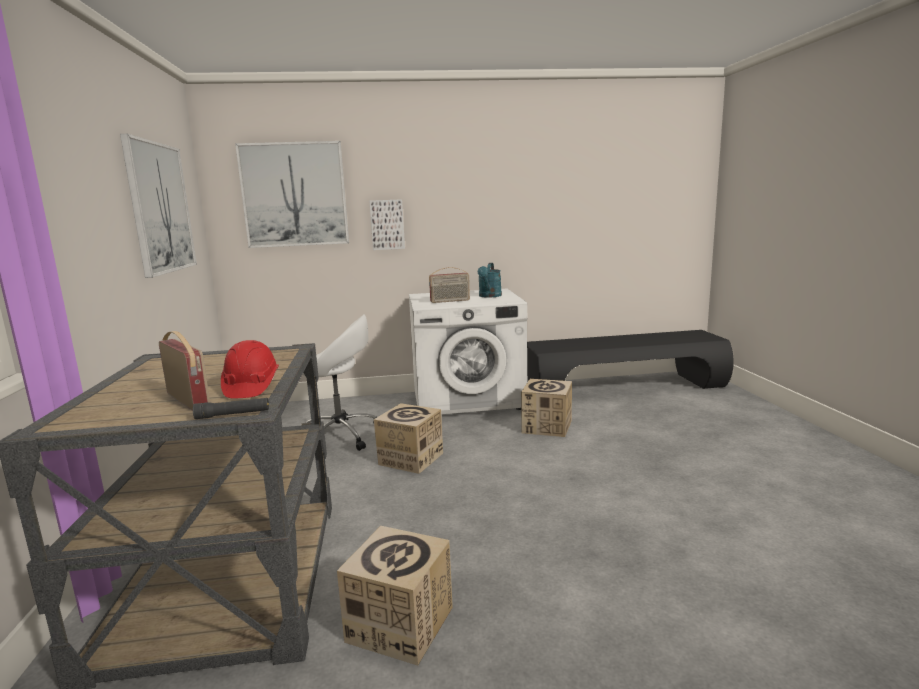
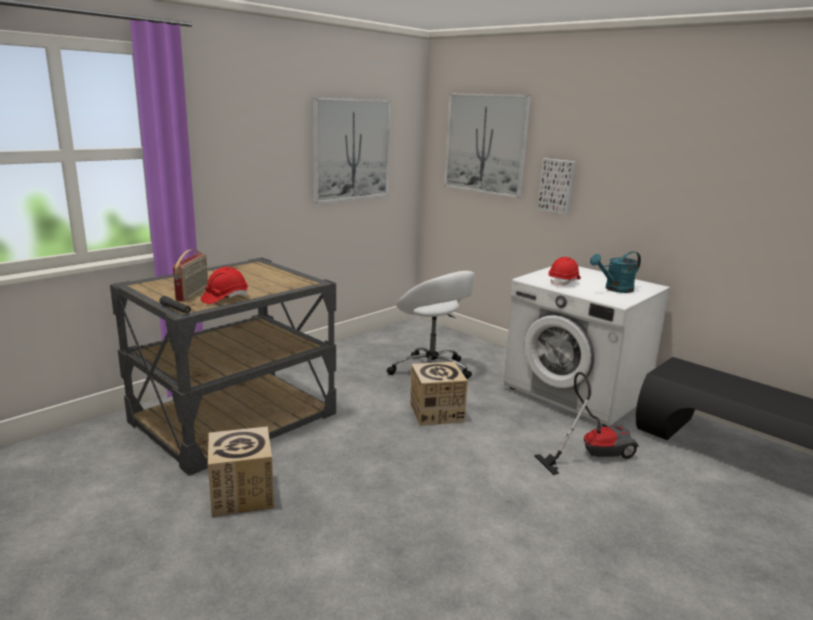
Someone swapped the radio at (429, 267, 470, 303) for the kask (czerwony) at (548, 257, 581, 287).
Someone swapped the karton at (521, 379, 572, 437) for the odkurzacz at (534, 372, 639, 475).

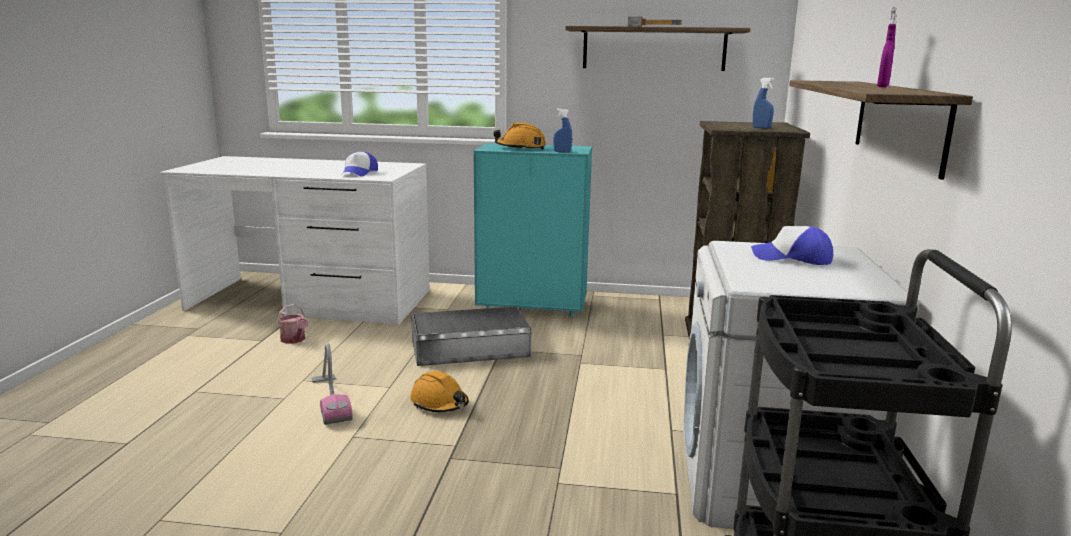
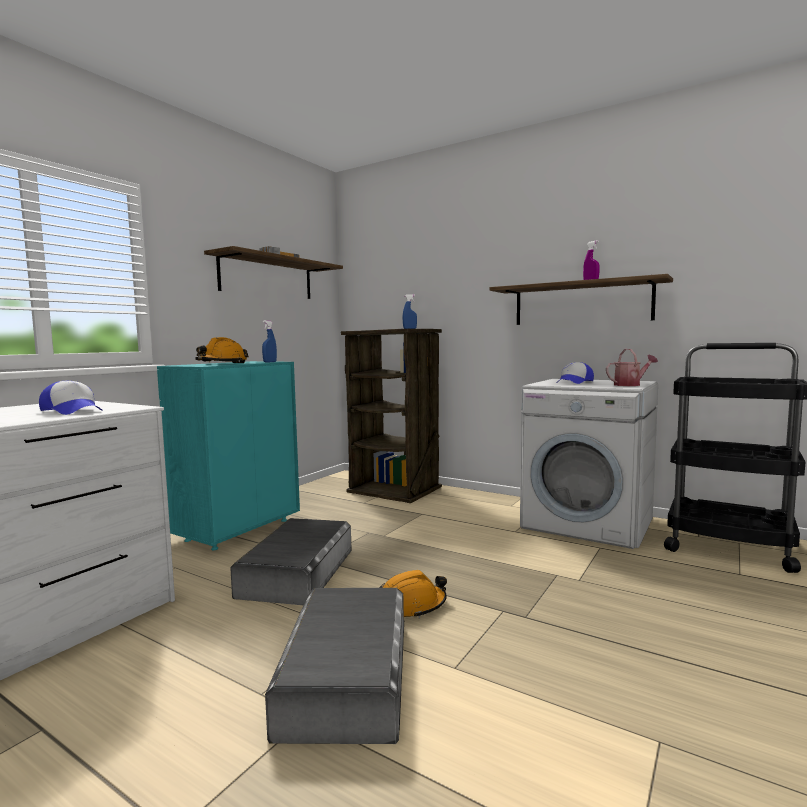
Someone carried the konewka from (277, 304, 308, 344) to (606, 349, 658, 386).
Someone swapped the odkurzacz at (311, 343, 353, 425) for the pojemnik do przechowywania (szary) at (265, 588, 404, 744).

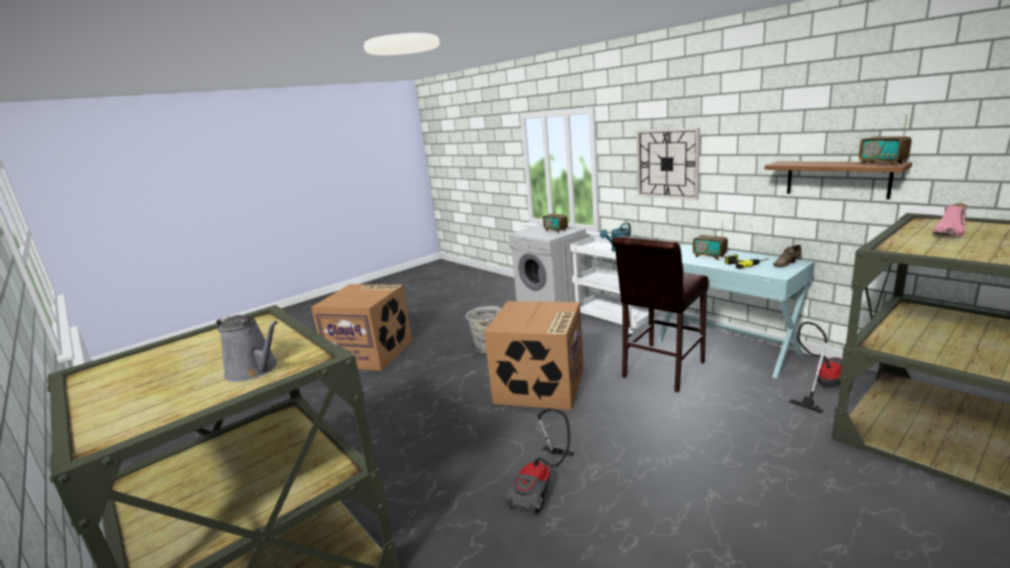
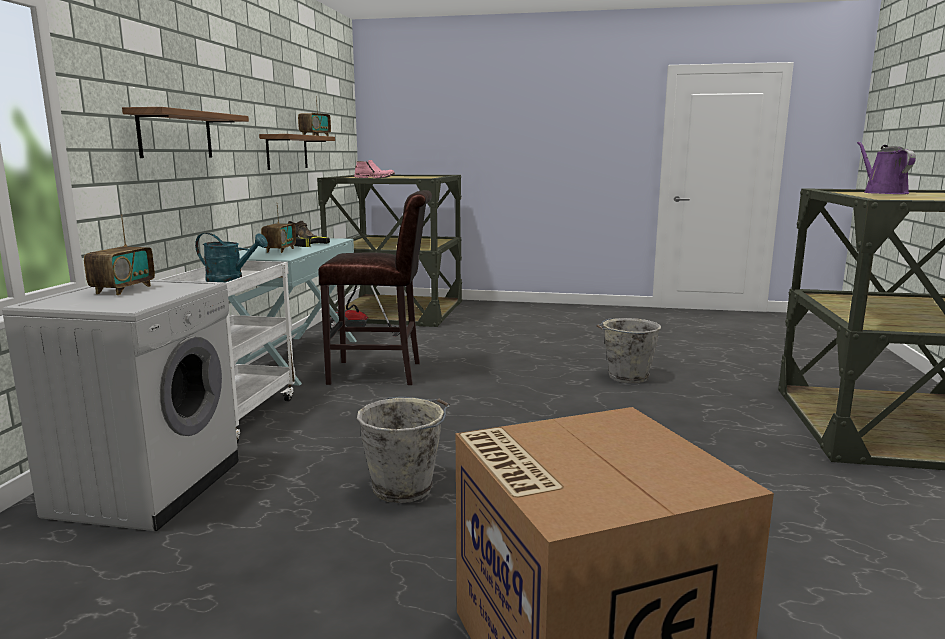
Someone swapped the zegar ścienny at (637, 128, 700, 200) for the półka at (122, 107, 249, 158).
Someone took away the karton at (484, 301, 584, 410).
Someone repainted the konewka (szary) at (216, 315, 278, 382), which became the konewka (fioletowy) at (857, 141, 916, 194).
Someone swapped the odkurzacz at (505, 408, 574, 515) for the wiadro (szary) at (597, 318, 661, 383).

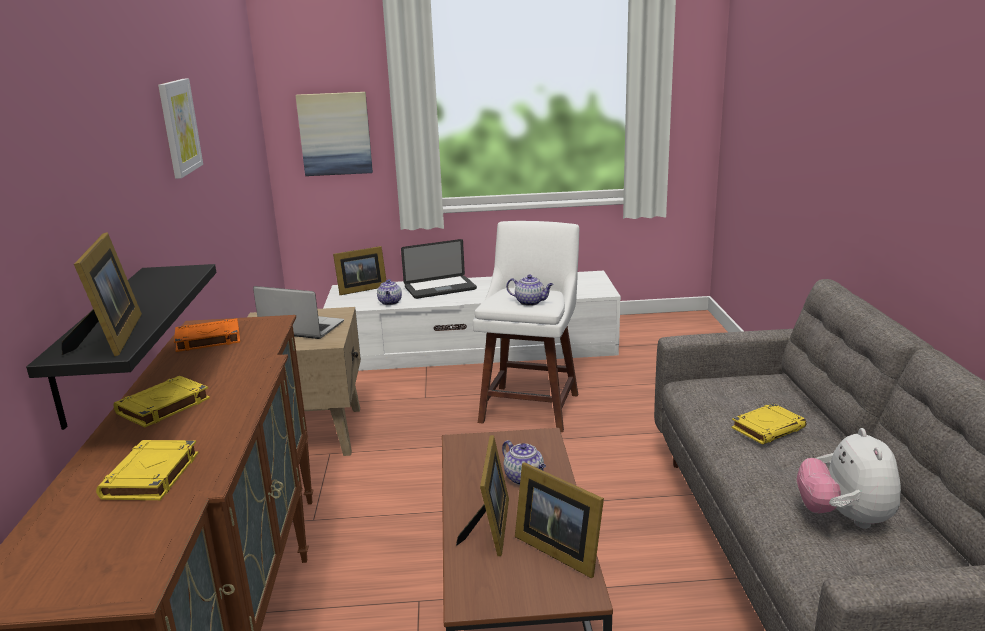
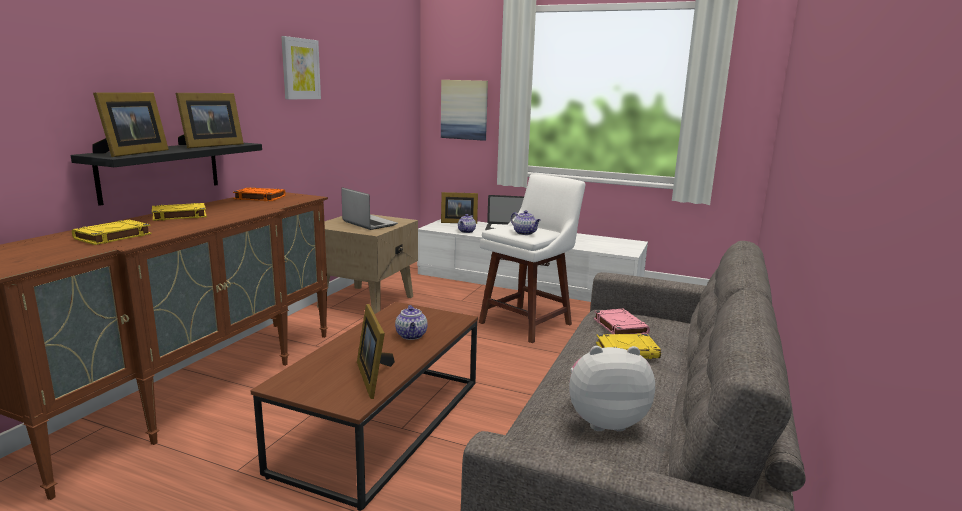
Someone rotated the pluszak at (797, 428, 901, 529) by 60 degrees clockwise.
Someone carried the ramka na zdjęcie from (456, 435, 509, 556) to (176, 93, 244, 148).
Someone put down the książka (różowy) at (594, 309, 650, 334).

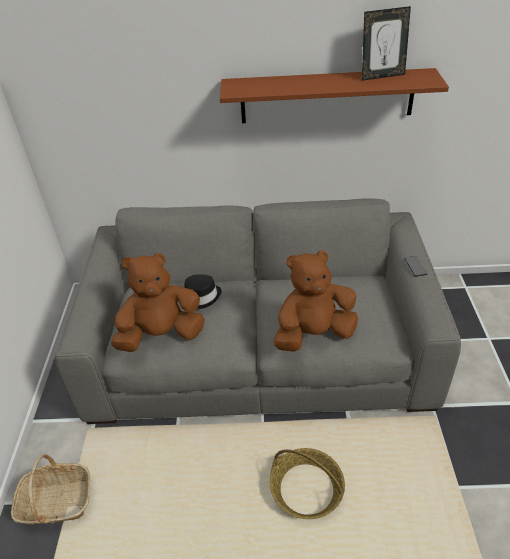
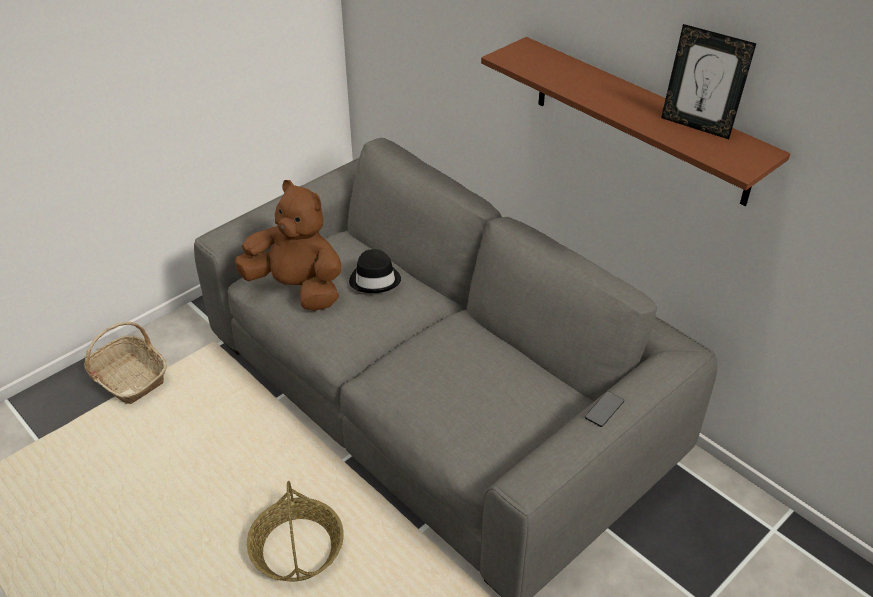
Someone took away the pluszak (brązowy) at (273, 250, 358, 352).

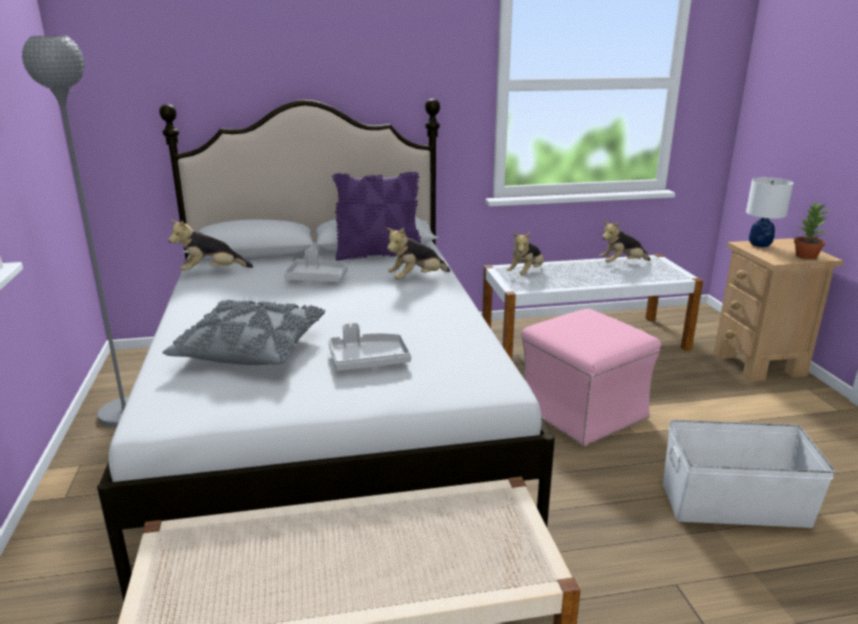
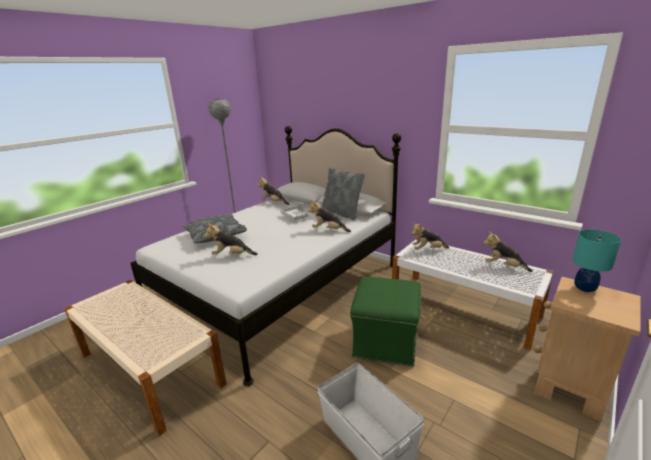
Someone repainted the poduszka (fioletowy) at (332, 171, 421, 261), which became the poduszka (szary) at (322, 168, 365, 221).
Someone repainted the lampa stołowa (biały) at (746, 177, 793, 247), which became the lampa stołowa (turkusowy) at (572, 229, 621, 292).
Someone took away the roślina doniczkowa at (794, 202, 830, 259).
Someone repainted the pufa (różowy) at (521, 309, 661, 446), which became the pufa (zielony) at (350, 277, 421, 367).
Someone swapped the taca (szary) at (329, 322, 411, 371) for the pluszak at (204, 223, 258, 255).

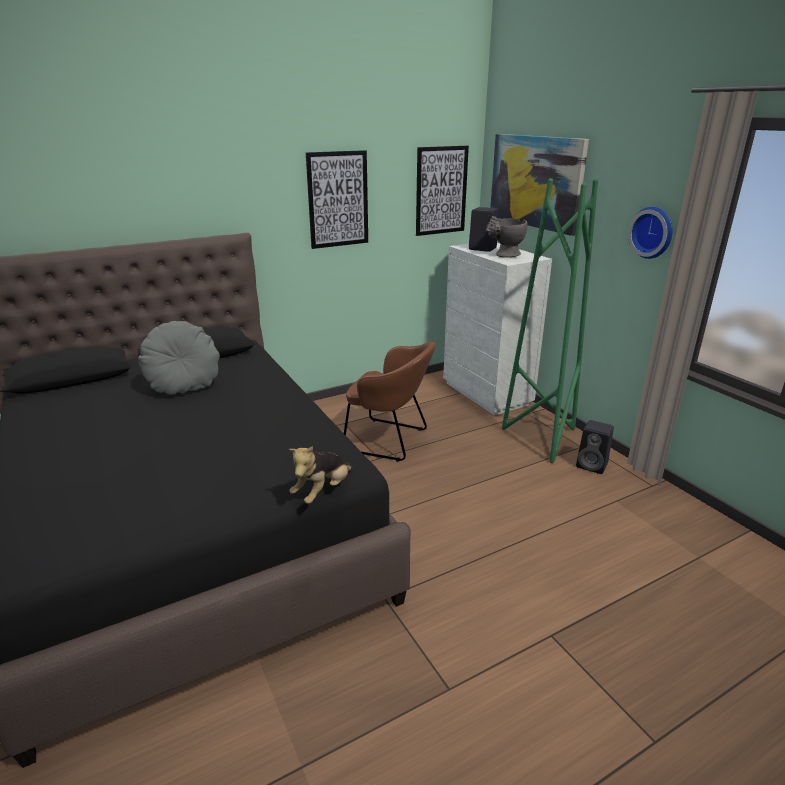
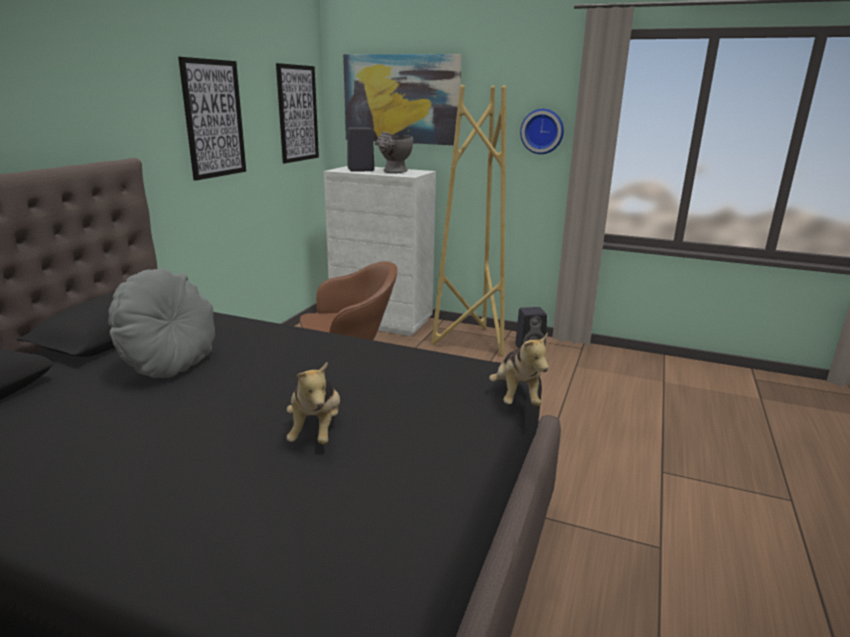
Someone repainted the wieszak (zielony) at (502, 178, 598, 463), which became the wieszak (żółty) at (432, 85, 506, 357).
Someone put down the pluszak at (287, 362, 340, 444).

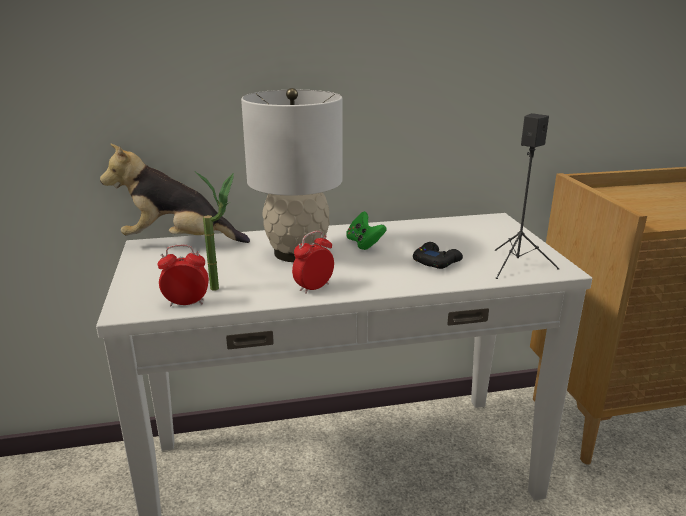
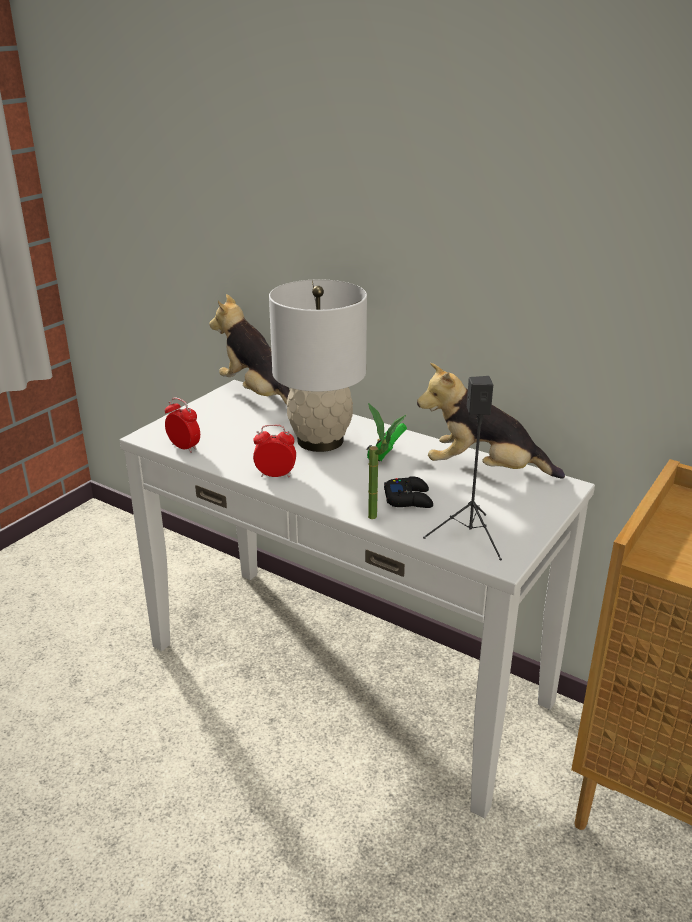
Someone carried the roślina doniczkowa from (196, 172, 234, 291) to (368, 403, 406, 519).
Someone put down the pluszak at (417, 363, 565, 479).

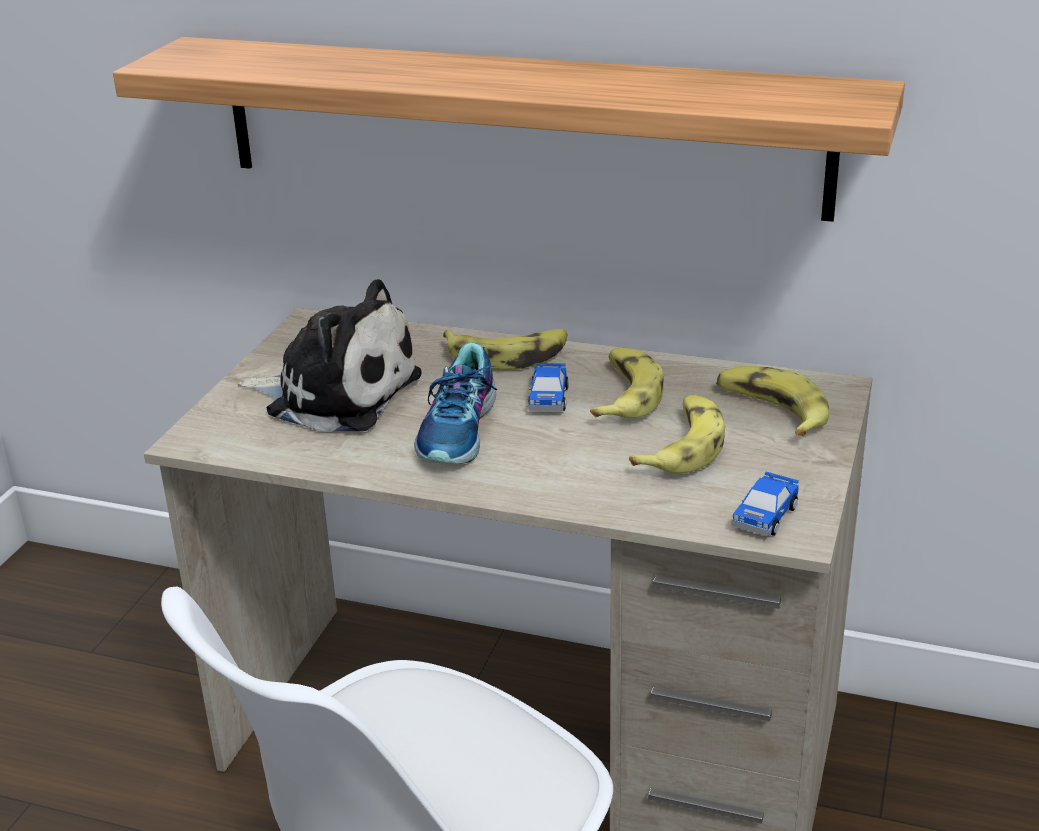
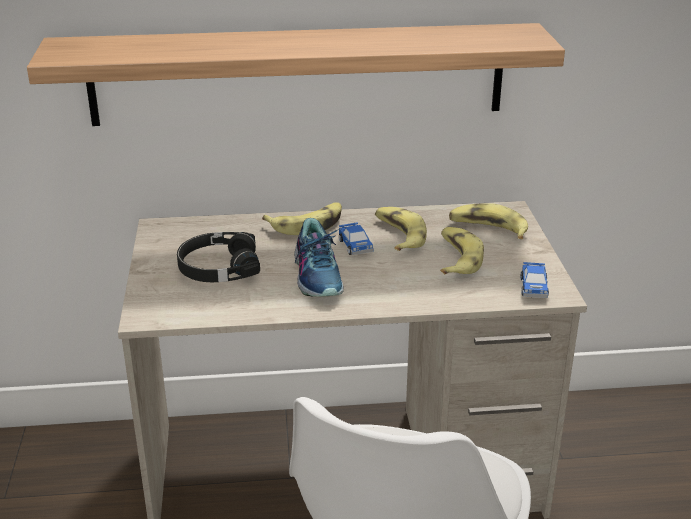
Someone swapped the pluszak at (238, 279, 422, 432) for the słuchawki (czarny) at (177, 232, 260, 282).

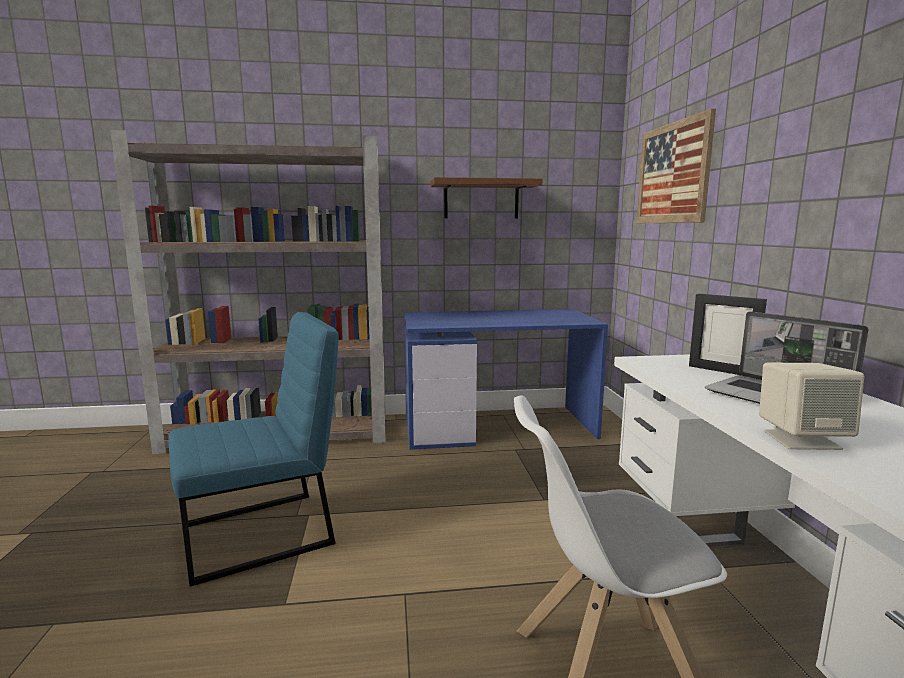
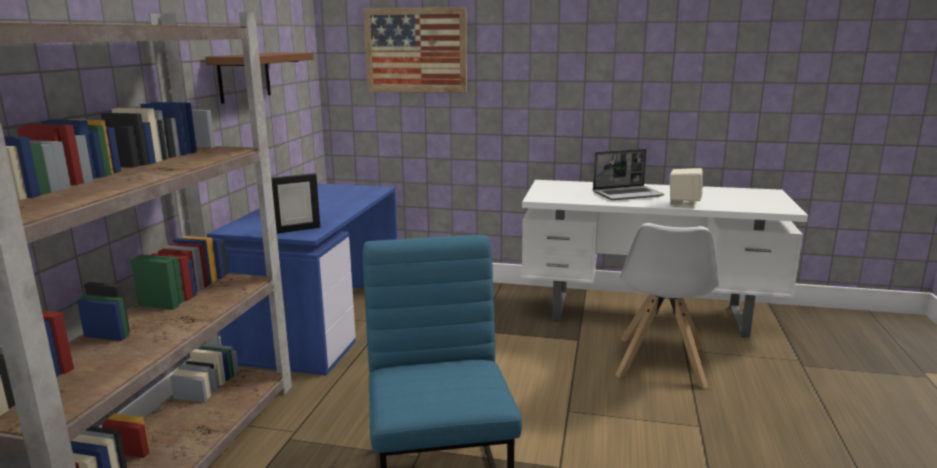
Someone carried the ramka na zdjęcie from (689, 294, 767, 375) to (271, 173, 320, 234).

